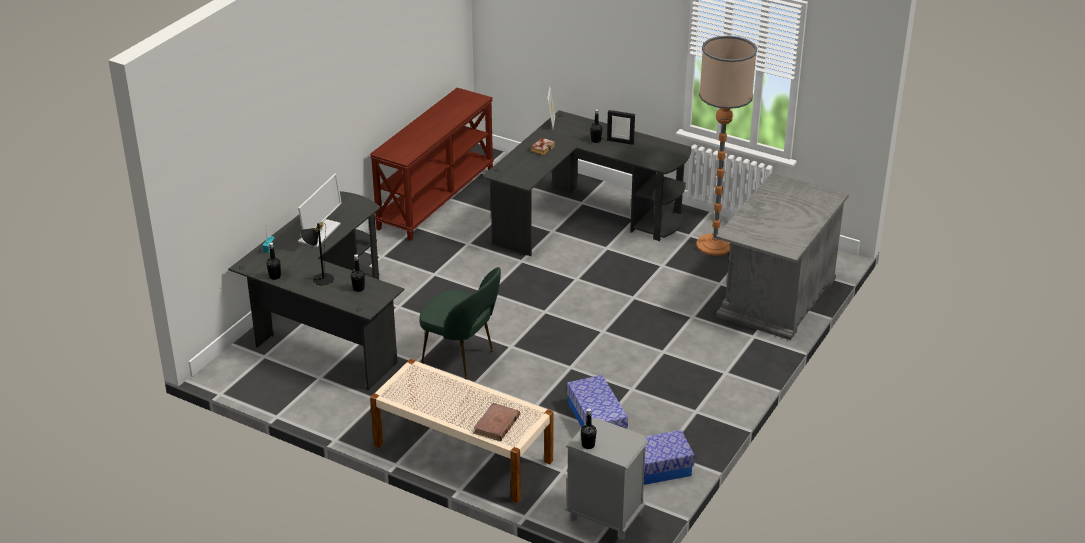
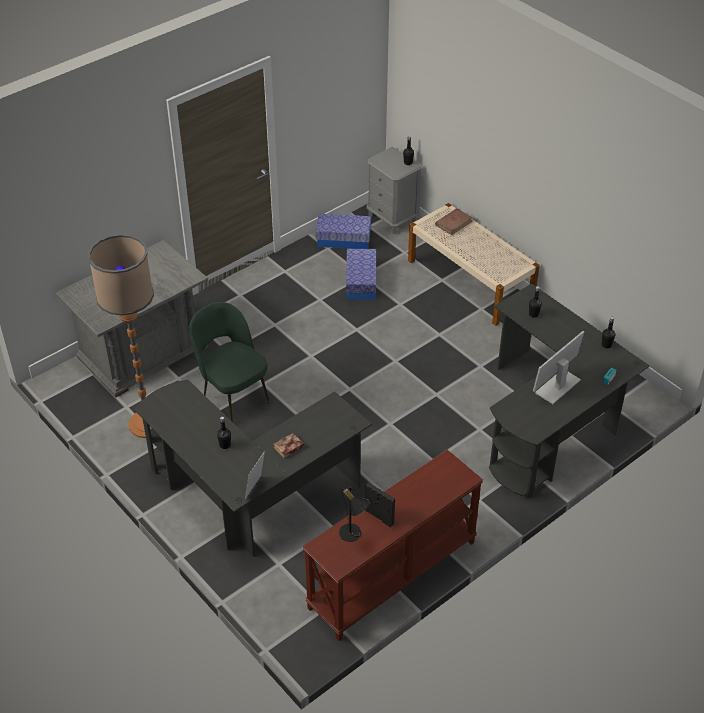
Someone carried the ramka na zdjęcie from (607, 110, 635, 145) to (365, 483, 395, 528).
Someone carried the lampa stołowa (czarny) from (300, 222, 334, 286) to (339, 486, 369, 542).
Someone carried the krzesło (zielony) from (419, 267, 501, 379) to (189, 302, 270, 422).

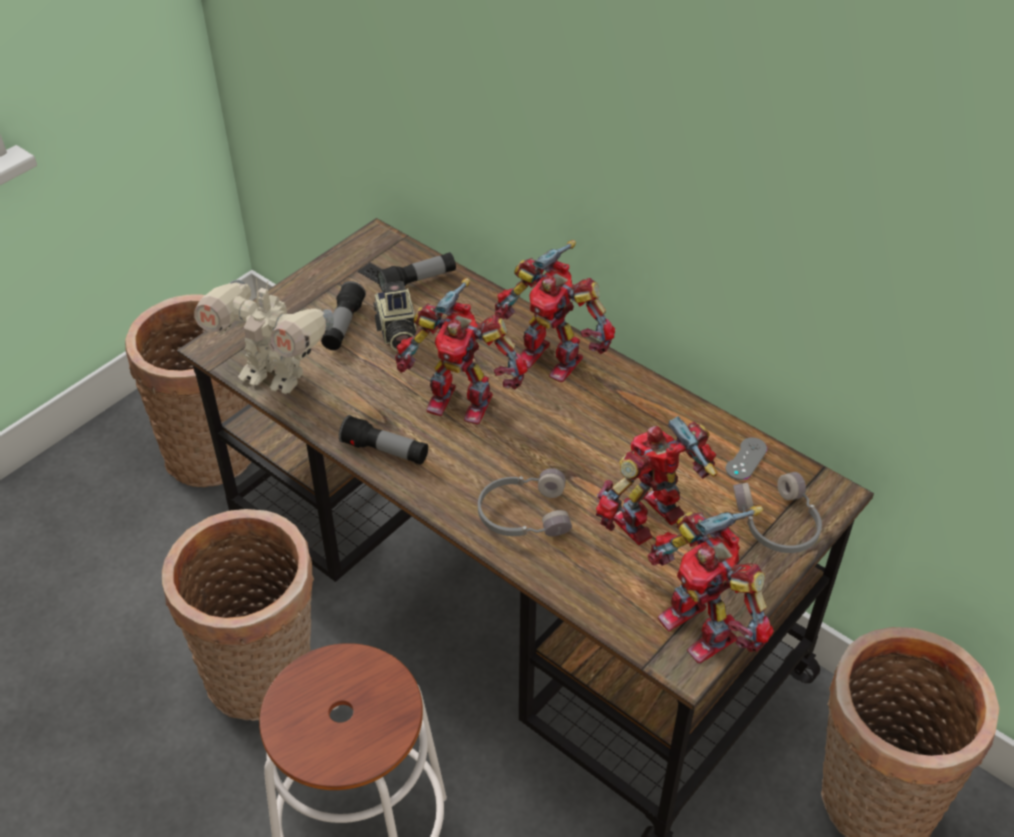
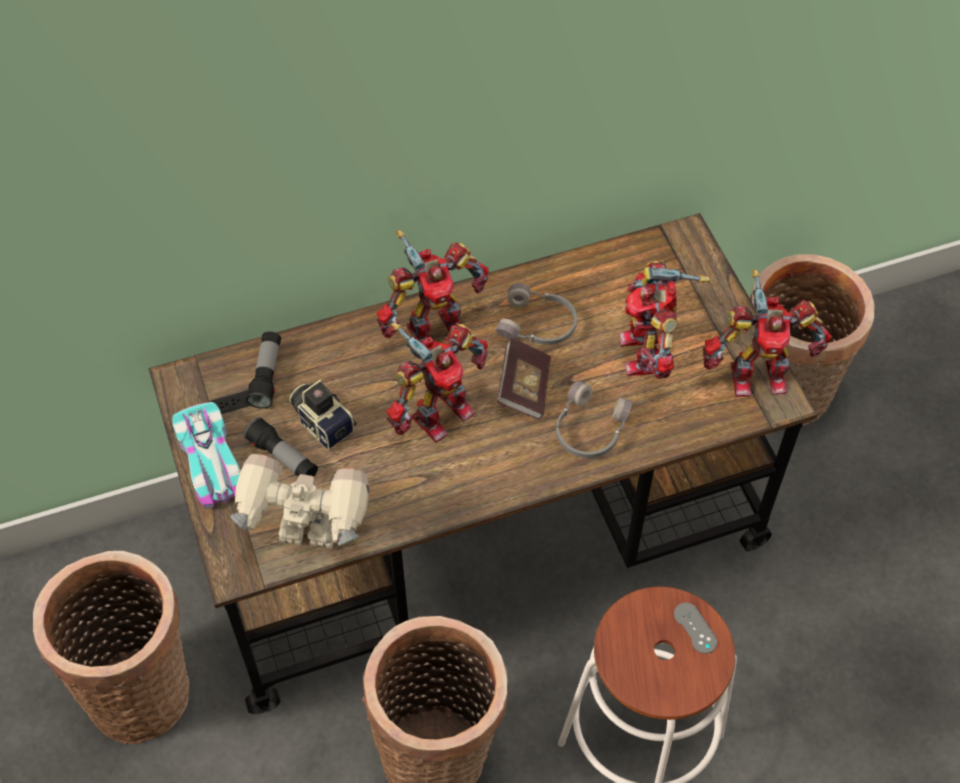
Someone rotated the robot zabawkowy at (194, 278, 334, 394) by 135 degrees counterclockwise.
Someone rotated the aparat fotograficzny at (373, 281, 416, 352) by 150 degrees counterclockwise.
Someone took away the latarka at (339, 415, 428, 465).
Someone carried the pad do gier (szary) from (726, 437, 767, 480) to (674, 603, 717, 654).
Someone carried the słuchawki (szary) from (733, 472, 822, 553) to (495, 283, 577, 345).
Someone put down the książka at (497, 338, 551, 420).
Someone put down the samochodzik at (172, 402, 241, 508).

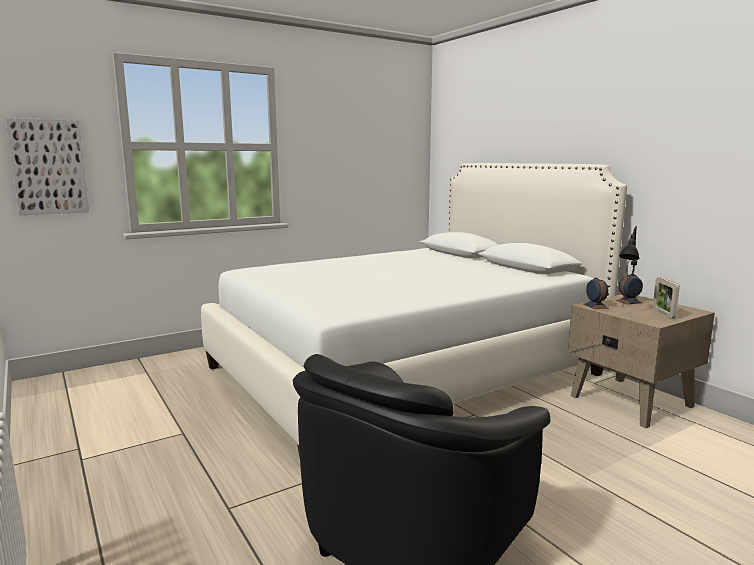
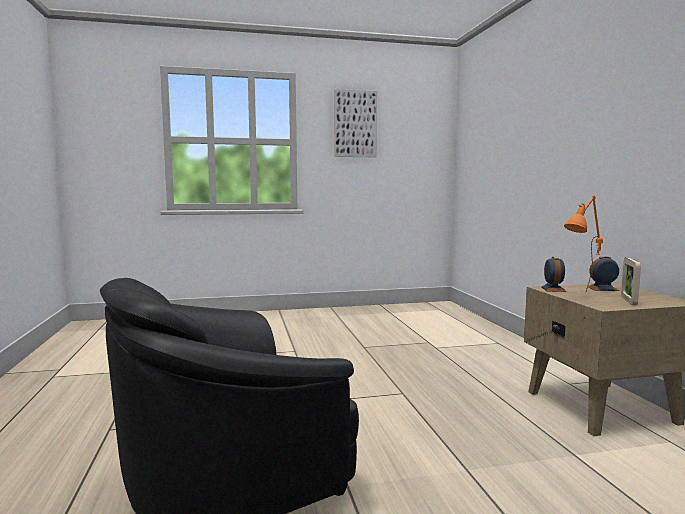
Someone carried the obraz from (6, 118, 89, 215) to (334, 89, 377, 157).
Someone took away the łóżko (biały) at (201, 163, 627, 457).
Someone repainted the lampa stołowa (czarny) at (619, 226, 639, 307), which became the lampa stołowa (pomarańczowy) at (564, 196, 603, 291).

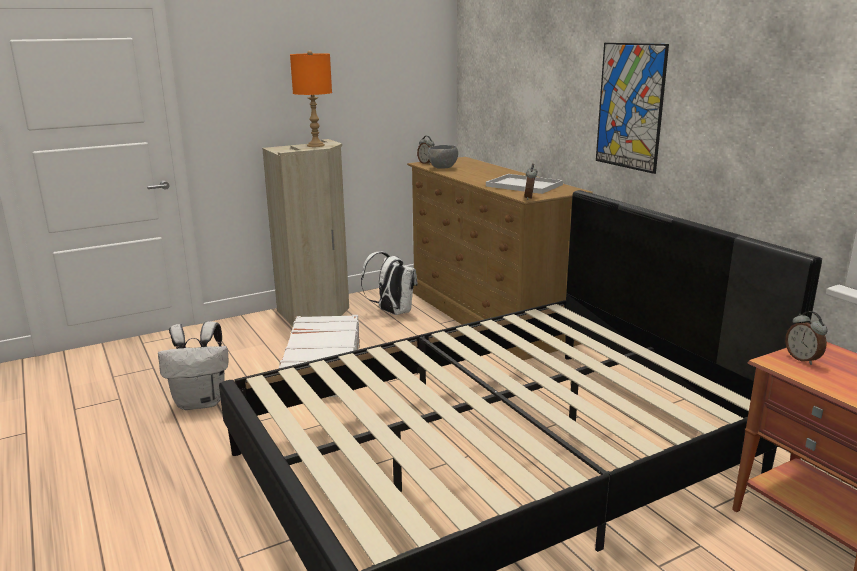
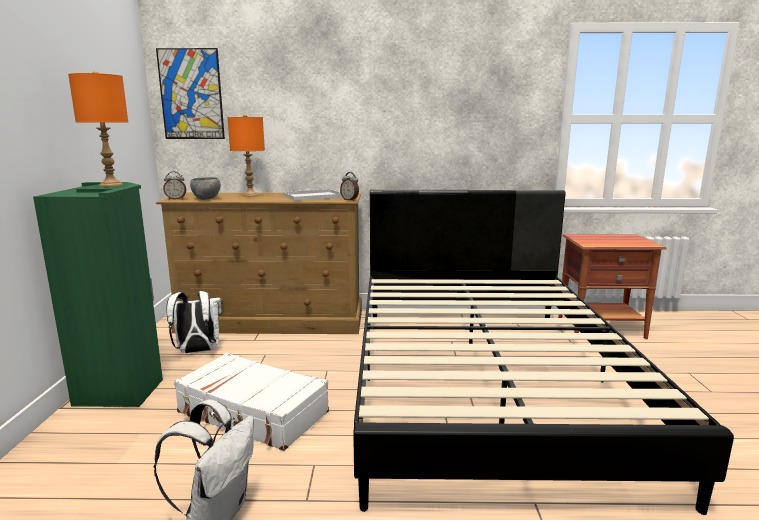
Someone carried the obraz from (596, 43, 669, 174) to (156, 48, 225, 139).
Someone repainted the szafka (beżowy) at (262, 139, 349, 327), which became the szafka (zielony) at (33, 182, 163, 407).
Someone took away the budzik at (785, 311, 828, 365).
Someone put down the lampa stołowa (pomarańczowy) at (228, 114, 265, 197).

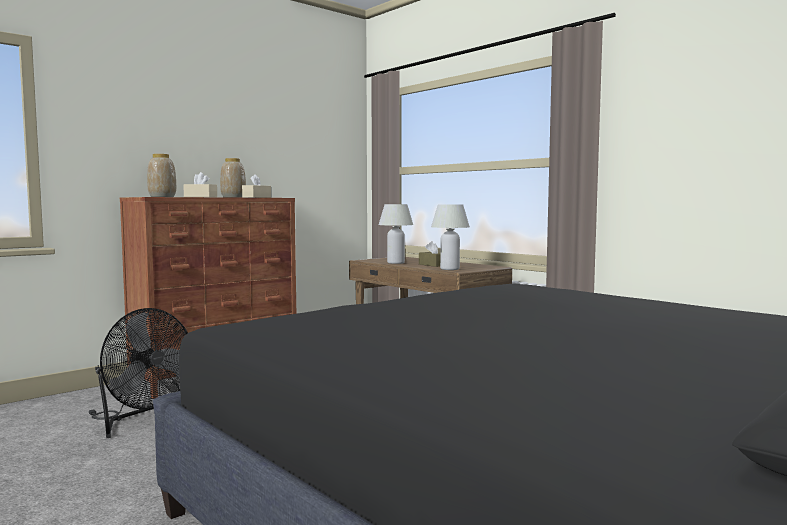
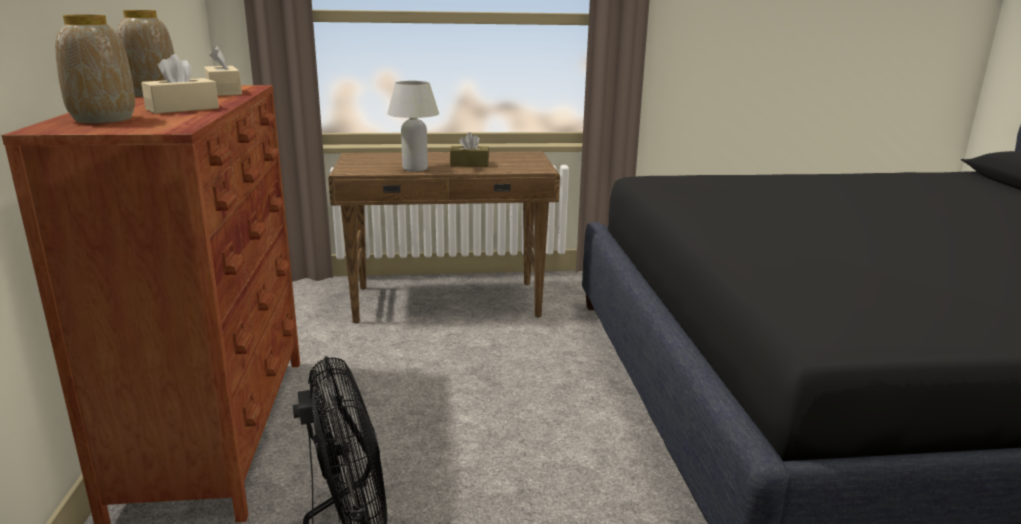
Someone took away the lampa stołowa (biały) at (431, 204, 470, 270).

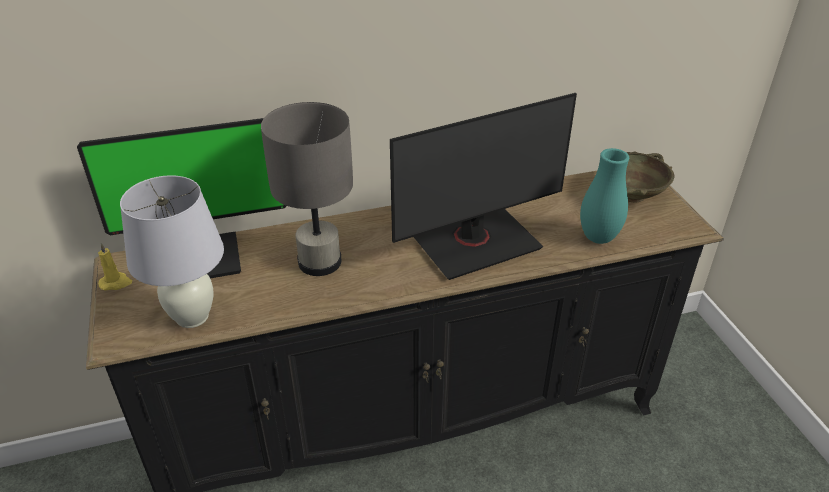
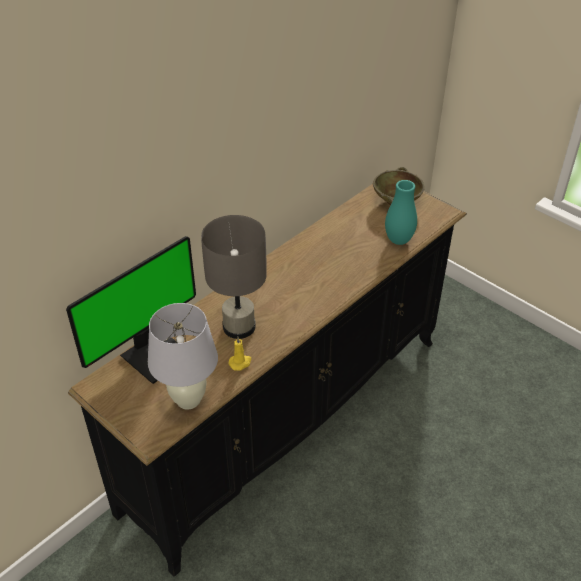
Someone took away the monitor at (390, 93, 577, 280).
Someone carried the świeca (żółty) from (98, 243, 132, 291) to (229, 337, 252, 371).

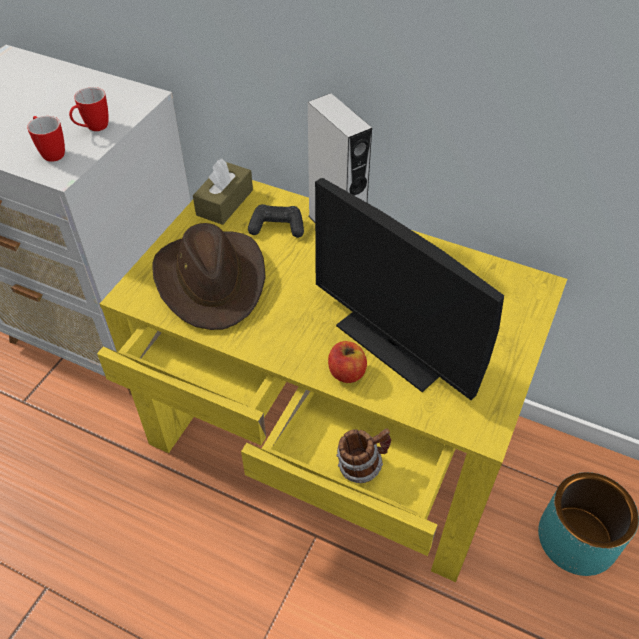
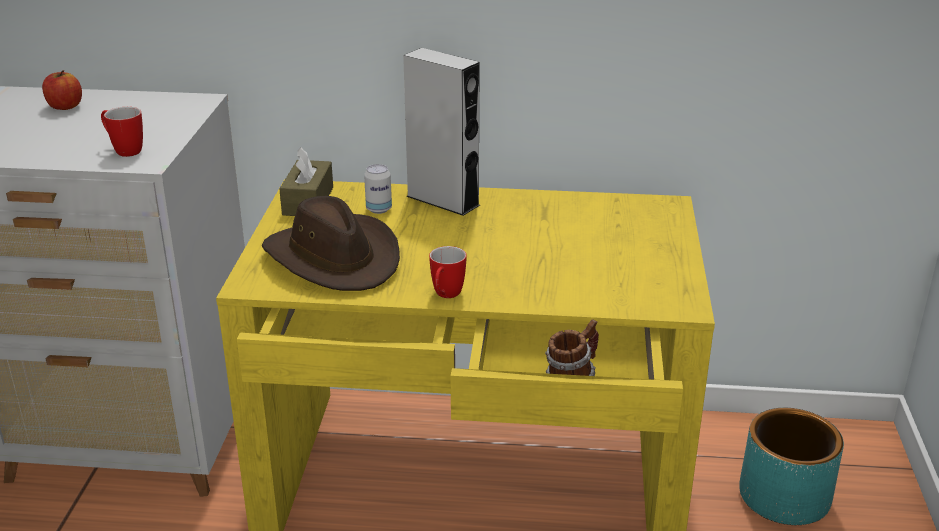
Someone carried the kubek from (69, 87, 109, 131) to (429, 246, 467, 298).
Someone took away the monitor at (315, 178, 504, 400).
Someone swapped the pad do gier (czarny) at (248, 204, 304, 238) for the puszka at (364, 164, 392, 214).
Someone carried the jabłko from (328, 341, 367, 383) to (42, 70, 82, 110).

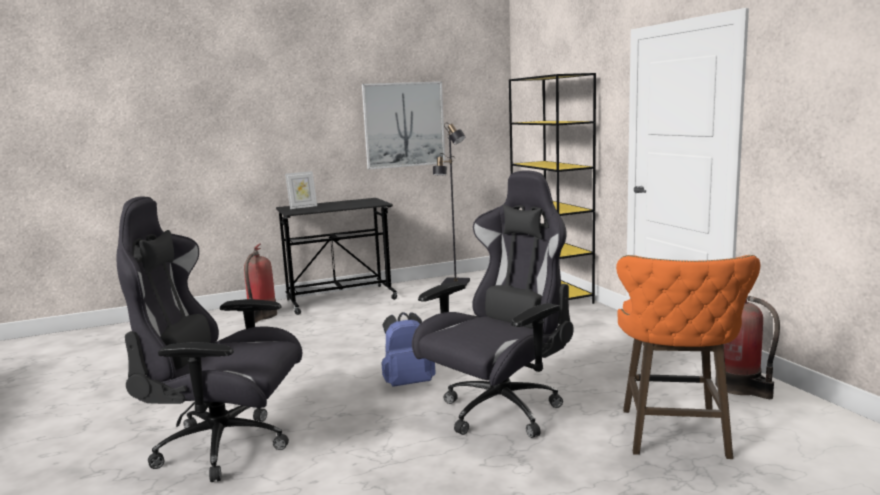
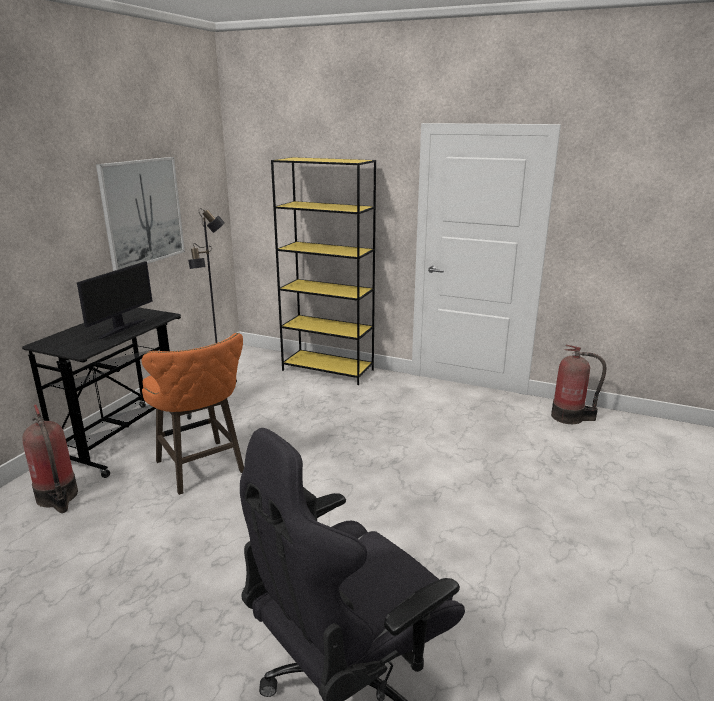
Someone took away the krzesło biurowe (czarny) at (412, 170, 574, 438).
Someone took away the ramka na zdjęcie at (285, 171, 317, 209).
Someone carried the stołek (pomarańczowy) from (616, 255, 760, 459) to (142, 333, 244, 495).
Someone took away the plecak (niebieski) at (381, 312, 436, 387).
Someone put down the monitor at (77, 261, 152, 339).

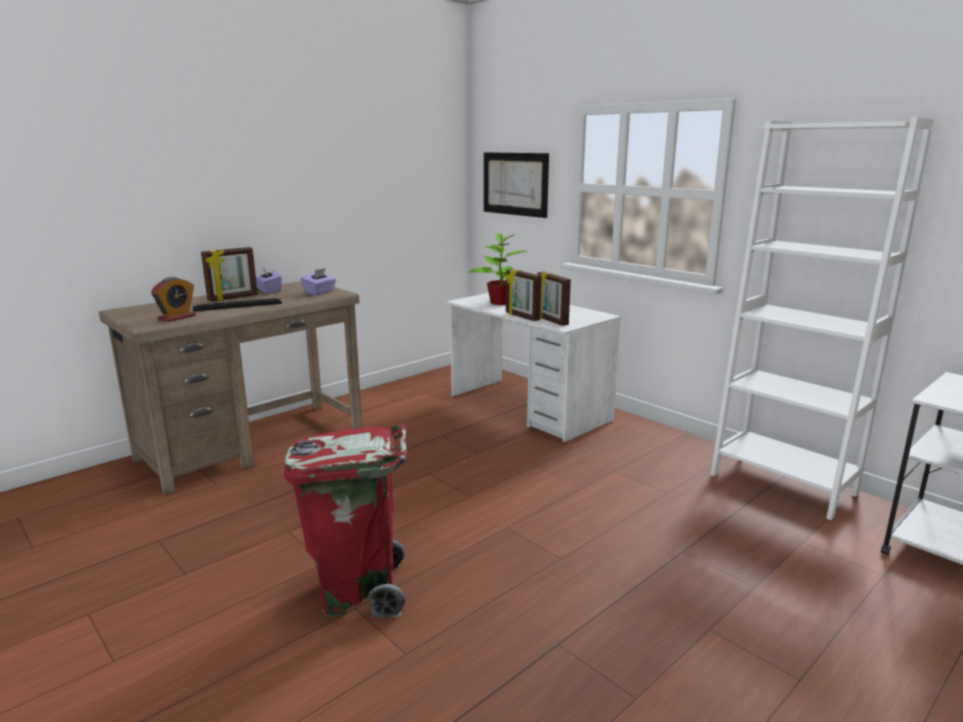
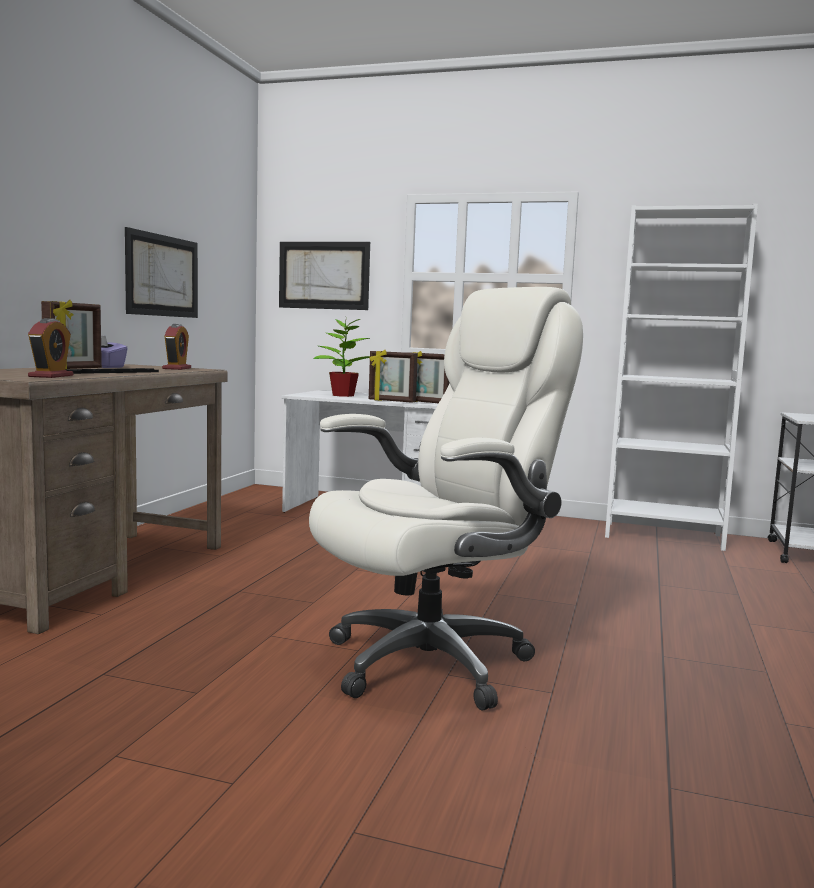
Someone swapped the pudełko chusteczek (fioletowy) at (301, 268, 336, 295) for the budzik at (162, 324, 191, 370).
Someone swapped the kosz na śmieci (czerwony) at (284, 424, 407, 618) for the krzesło biurowe (biały) at (309, 287, 583, 711).
Someone put up the obraz at (125, 227, 198, 318).

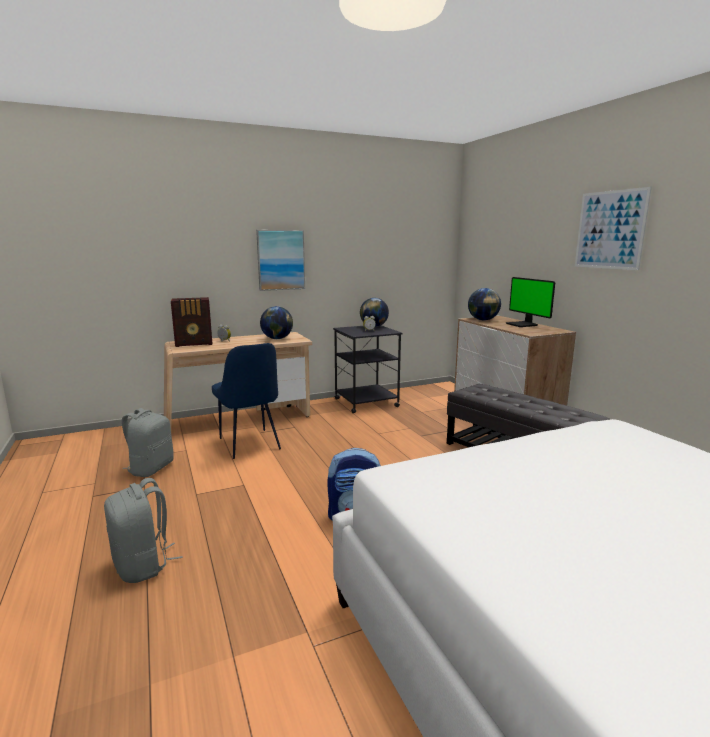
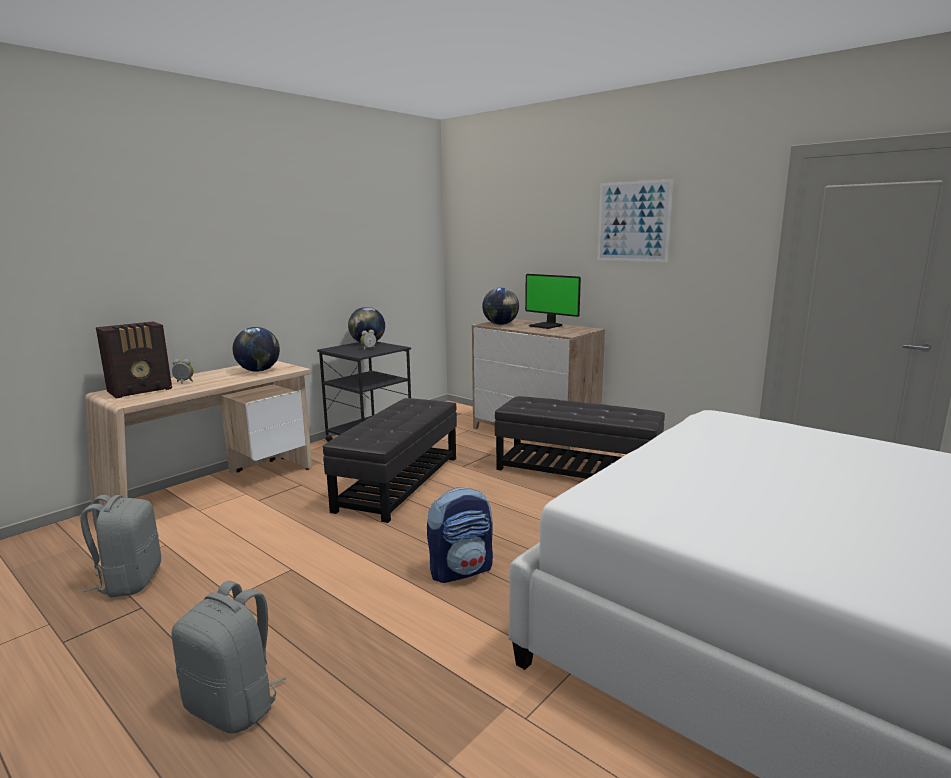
Someone took away the obraz at (256, 230, 305, 291).
Someone took away the krzesło (niebieski) at (212, 343, 281, 459).
Someone put down the pufa (czarny) at (323, 398, 457, 523).

